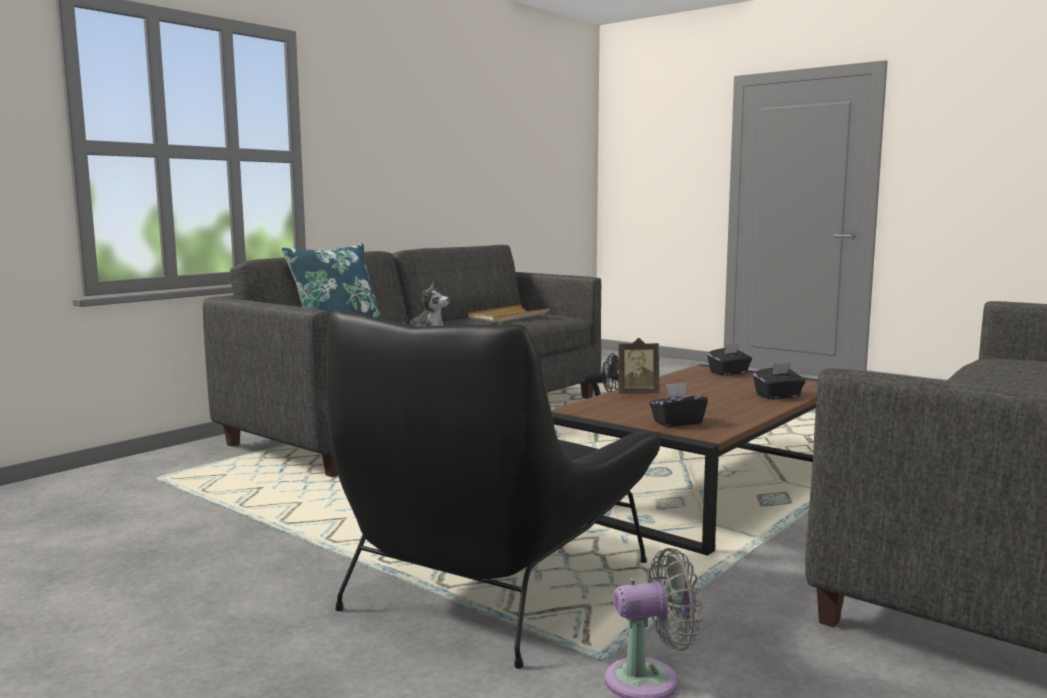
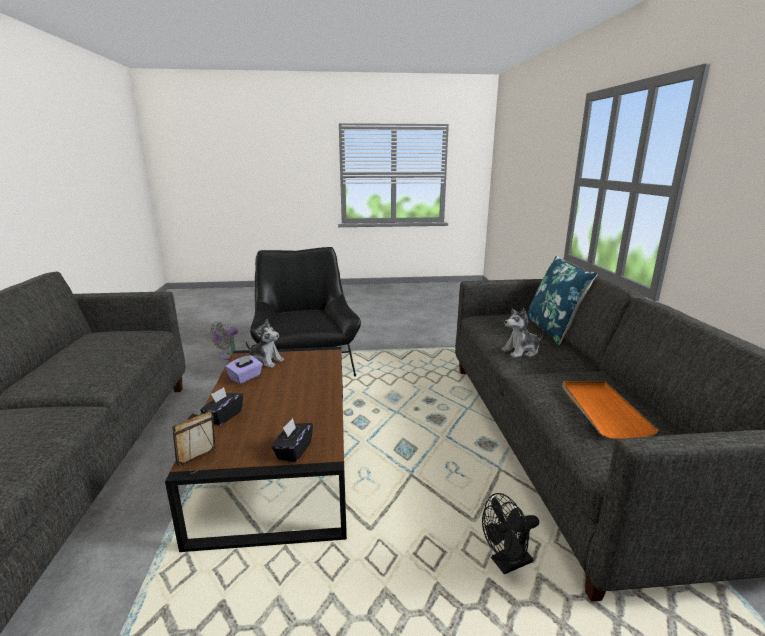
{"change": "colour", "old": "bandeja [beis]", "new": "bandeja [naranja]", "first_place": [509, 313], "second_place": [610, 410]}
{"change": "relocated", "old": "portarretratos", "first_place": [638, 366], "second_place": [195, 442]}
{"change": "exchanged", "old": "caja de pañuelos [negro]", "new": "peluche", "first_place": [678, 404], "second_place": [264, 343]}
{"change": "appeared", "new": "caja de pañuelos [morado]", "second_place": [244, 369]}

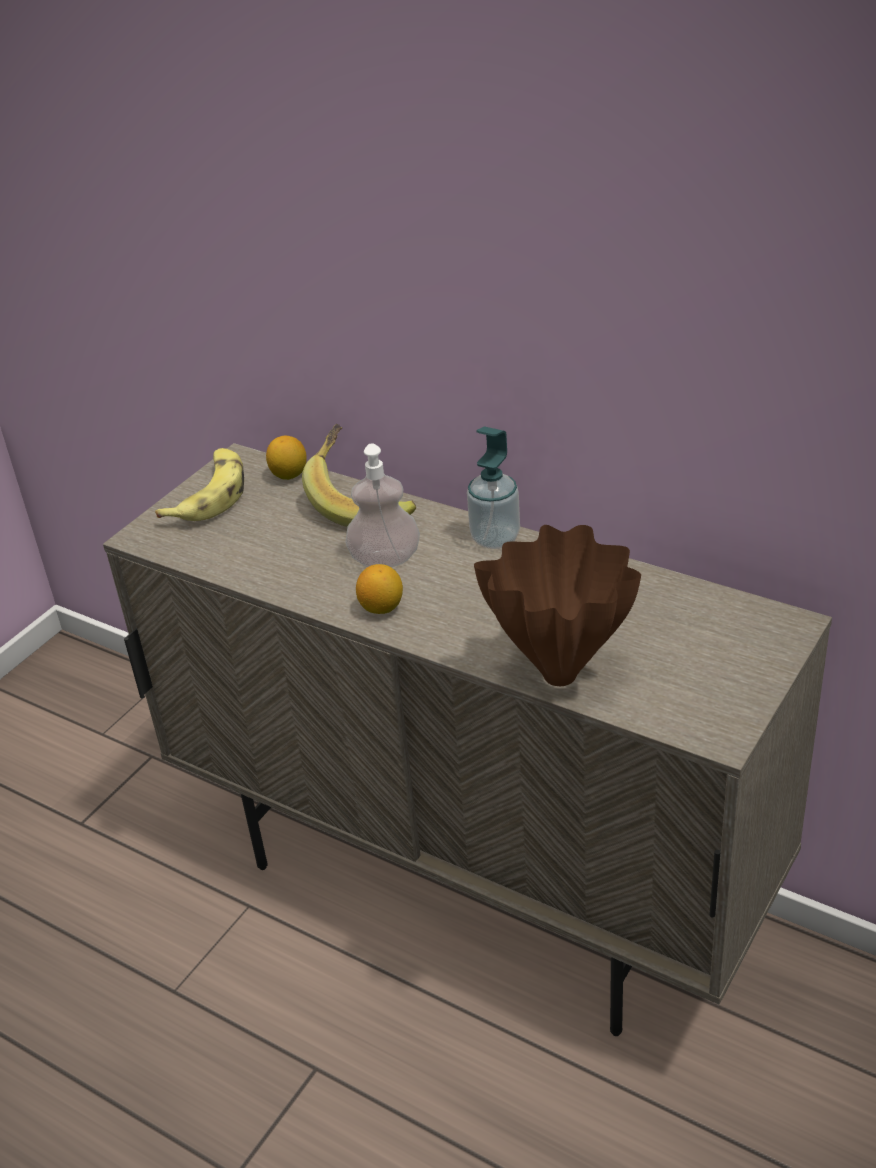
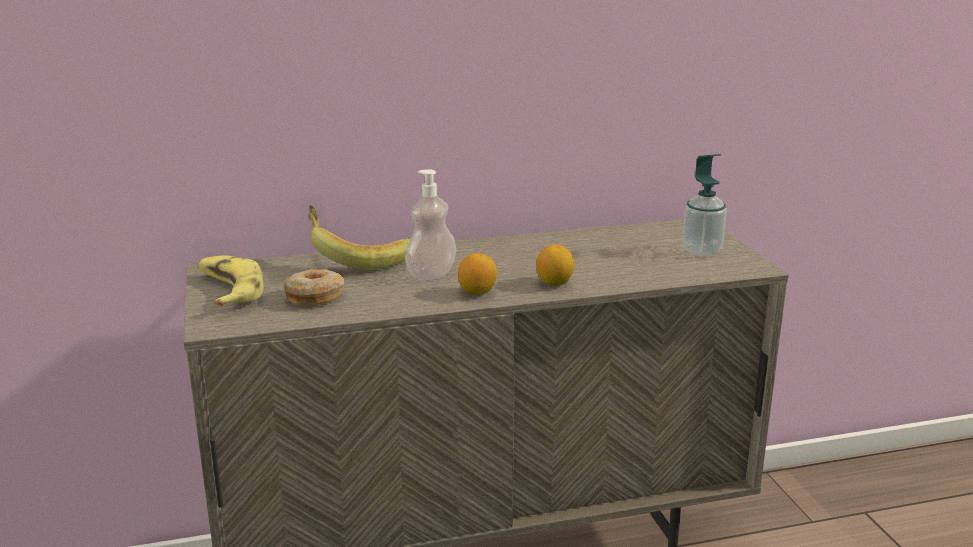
{"change": "relocated", "old": "limón", "first_place": [286, 458], "second_place": [555, 265]}
{"change": "relocated", "old": "dispensador de jabón", "first_place": [493, 488], "second_place": [705, 205]}
{"change": "missing", "old": "florero [marrón]", "first_place": [557, 605]}
{"change": "appeared", "new": "rosquilla", "second_place": [314, 287]}

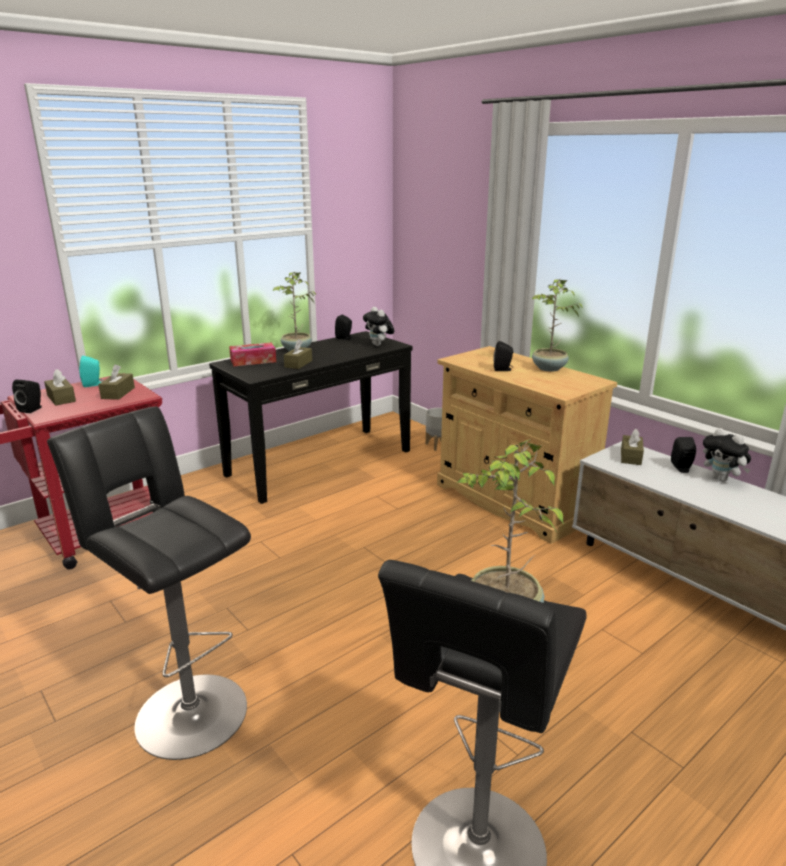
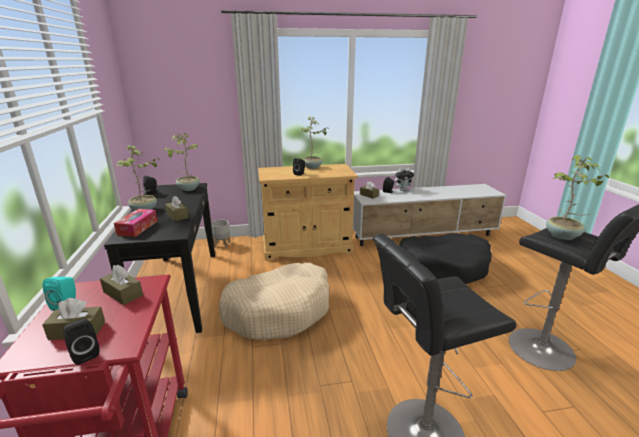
{"change": "exchanged", "old": "peluche", "new": "planta en maceta", "first_place": [378, 326], "second_place": [182, 162]}
{"change": "appeared", "new": "cama para perro [beis]", "second_place": [274, 301]}
{"change": "appeared", "new": "cama para perro [negro]", "second_place": [445, 258]}

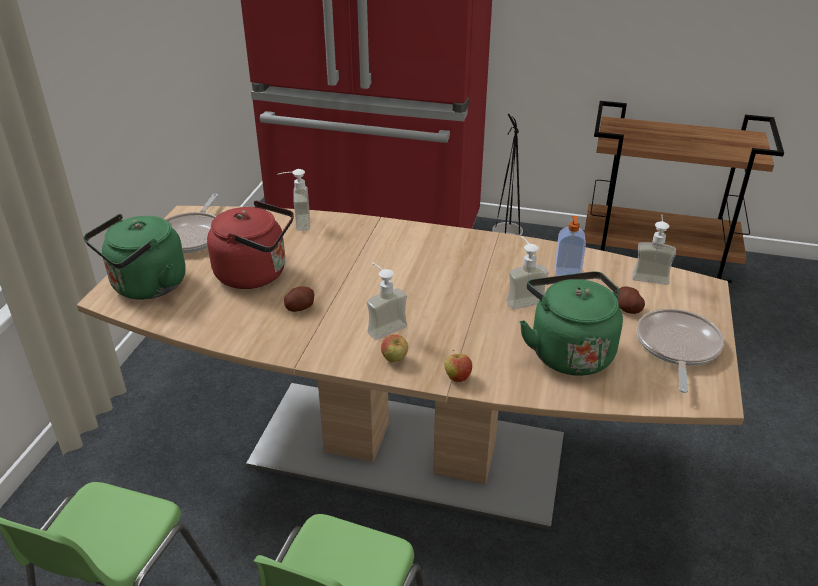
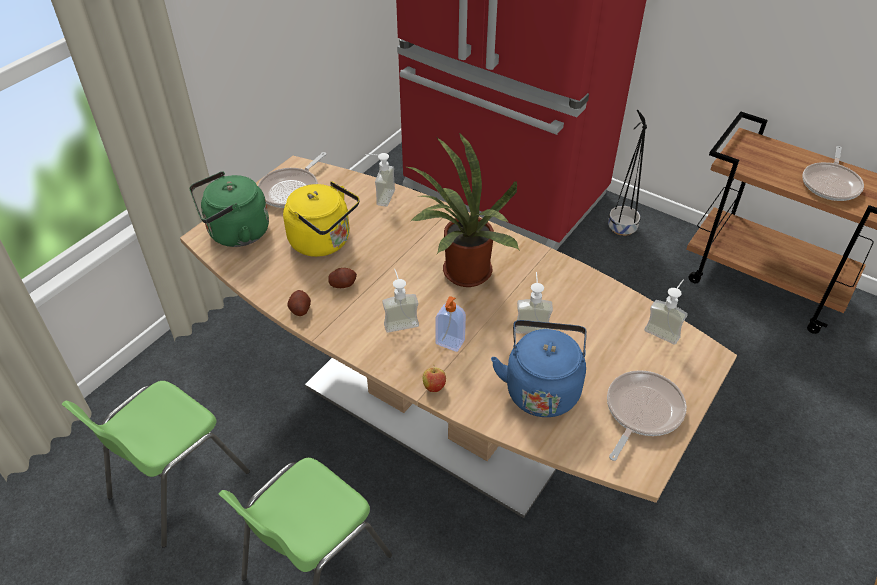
{"change": "colour", "old": "hervidor [rojo]", "new": "hervidor [amarillo]", "first_place": [250, 245], "second_place": [321, 219]}
{"change": "missing", "old": "manzana", "first_place": [394, 348]}
{"change": "colour", "old": "hervidor [verde]", "new": "hervidor [azul]", "first_place": [571, 324], "second_place": [539, 368]}
{"change": "relocated", "old": "dispensador de jabón", "first_place": [570, 246], "second_place": [450, 324]}
{"change": "relocated", "old": "patata", "first_place": [631, 300], "second_place": [299, 303]}
{"change": "appeared", "new": "planta en maceta", "second_place": [462, 209]}
{"change": "appeared", "new": "sartén", "second_place": [833, 173]}

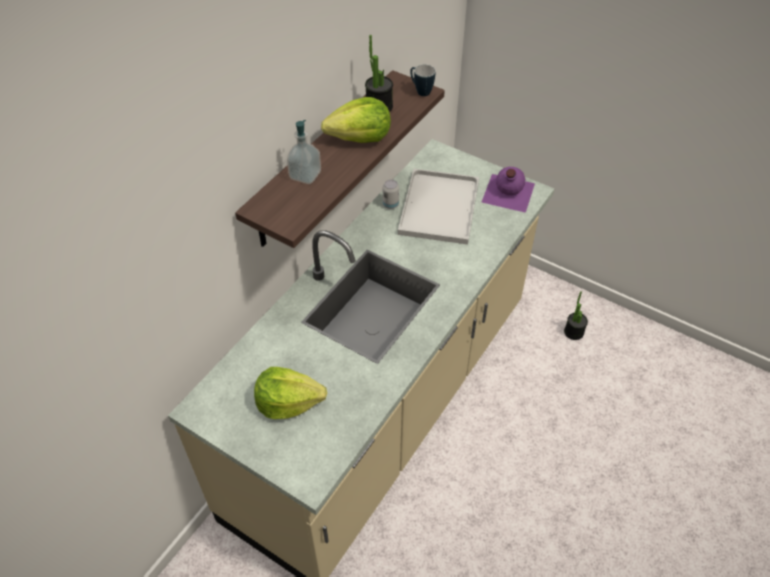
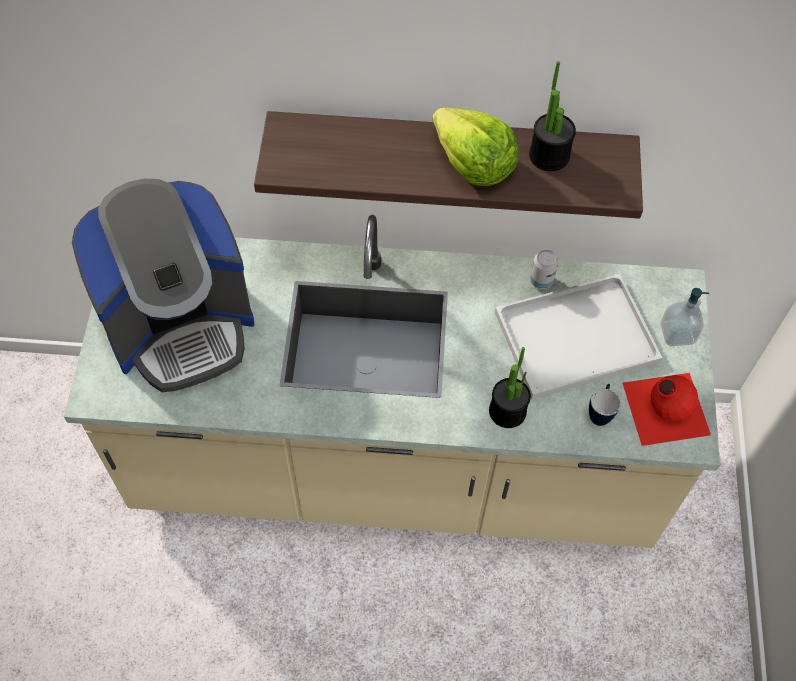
{"change": "exchanged", "old": "lechuga", "new": "cafetera", "first_place": [290, 393], "second_place": [163, 285]}
{"change": "relocated", "old": "dispensador de jabón", "first_place": [304, 152], "second_place": [685, 317]}
{"change": "relocated", "old": "taza grande", "first_place": [422, 80], "second_place": [605, 405]}
{"change": "colour", "old": "botella [morado]", "new": "botella [rojo]", "first_place": [508, 190], "second_place": [666, 409]}
{"change": "relocated", "old": "planta en maceta", "first_place": [576, 315], "second_place": [510, 387]}

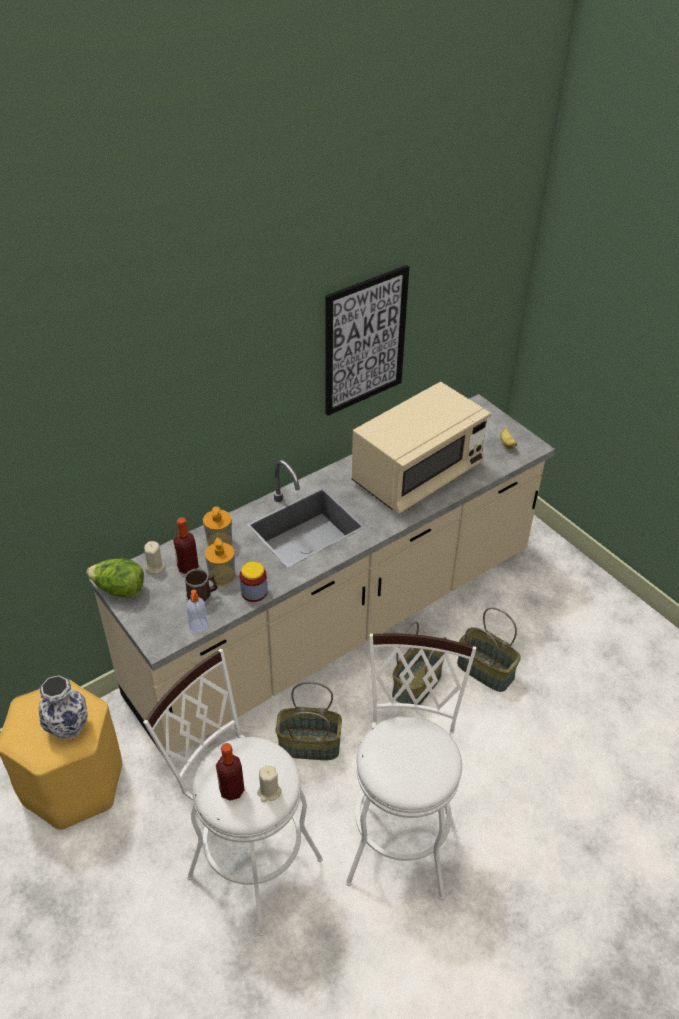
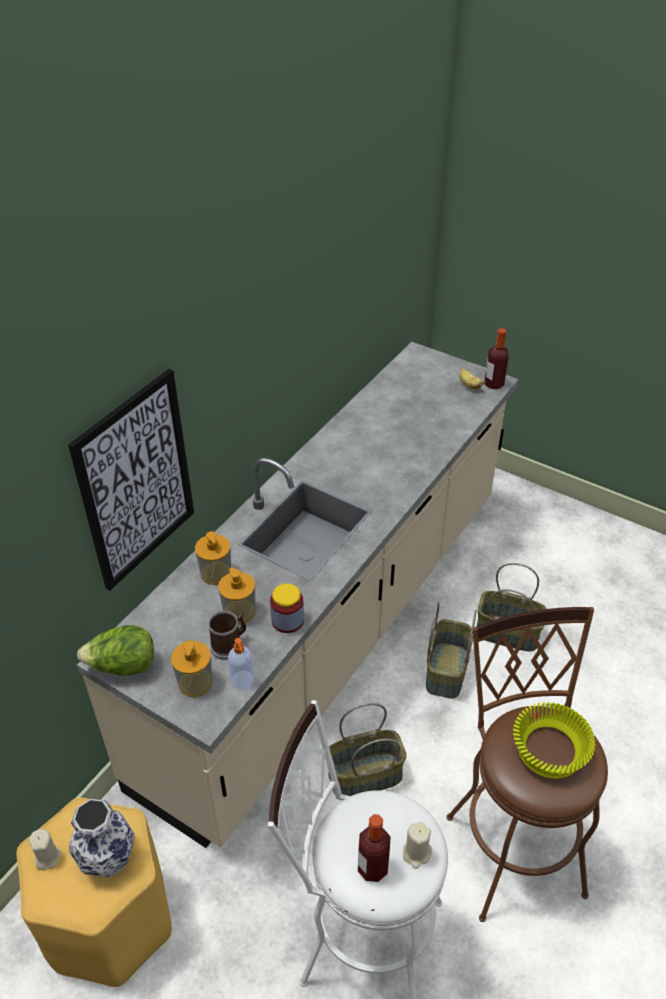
{"change": "relocated", "old": "vela [beis]", "first_place": [154, 557], "second_place": [45, 849]}
{"change": "relocated", "old": "botella", "first_place": [186, 545], "second_place": [496, 358]}
{"change": "relocated", "old": "cuadro", "first_place": [367, 340], "second_place": [131, 480]}
{"change": "colour", "old": "taburete [blanco]", "new": "taburete [marrón]", "first_place": [411, 766], "second_place": [527, 764]}
{"change": "missing", "old": "microondas [beis]", "first_place": [421, 448]}
{"change": "appeared", "new": "dispensador de jabón", "second_place": [192, 668]}
{"change": "appeared", "new": "cuenco [amarillo]", "second_place": [554, 740]}

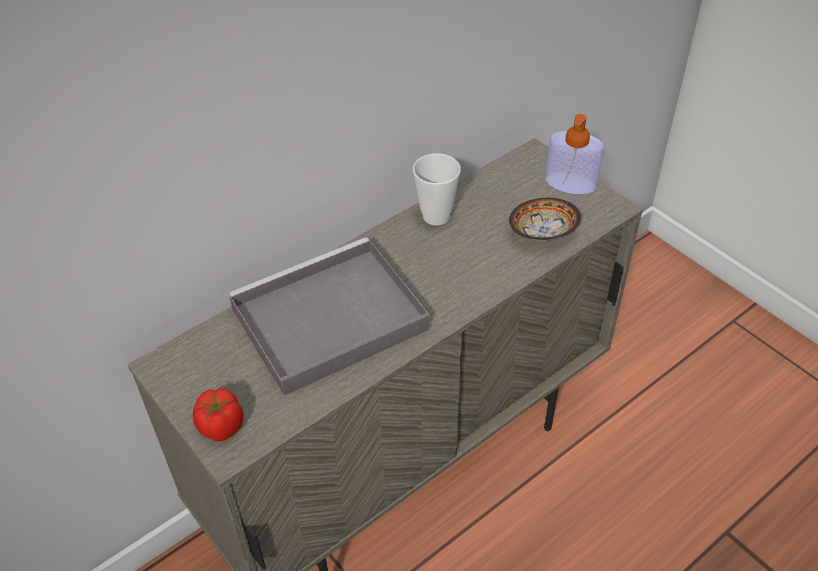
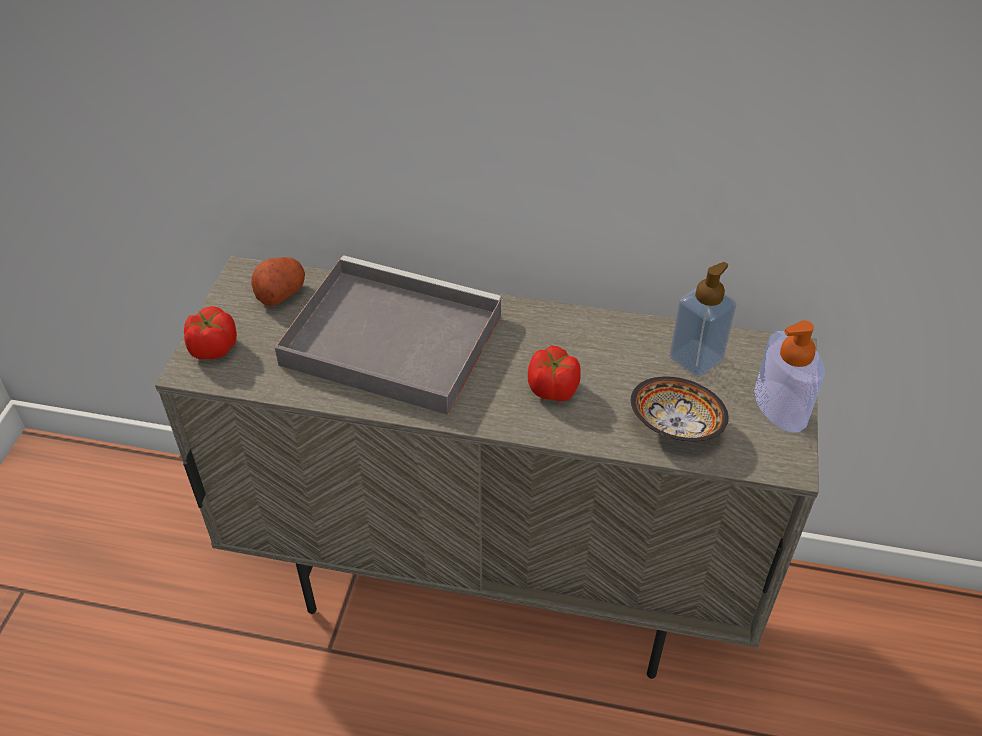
{"change": "missing", "old": "taza", "first_place": [437, 189]}
{"change": "appeared", "new": "patata", "second_place": [278, 281]}
{"change": "appeared", "new": "tomate", "second_place": [554, 374]}
{"change": "appeared", "new": "dispensador de jabón", "second_place": [703, 319]}

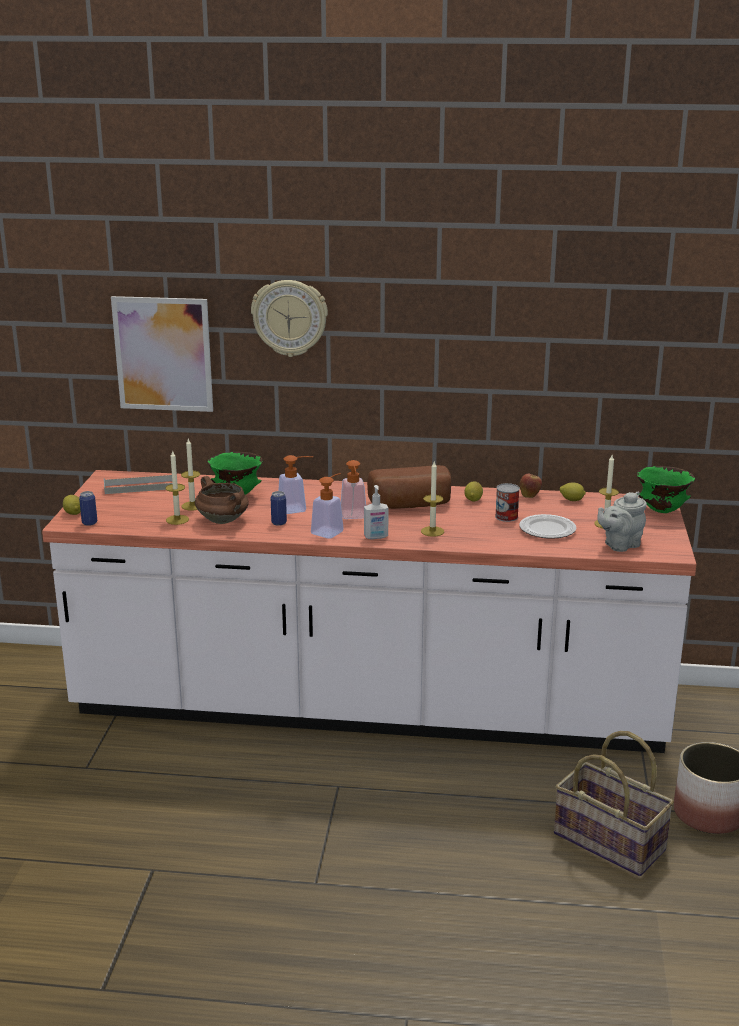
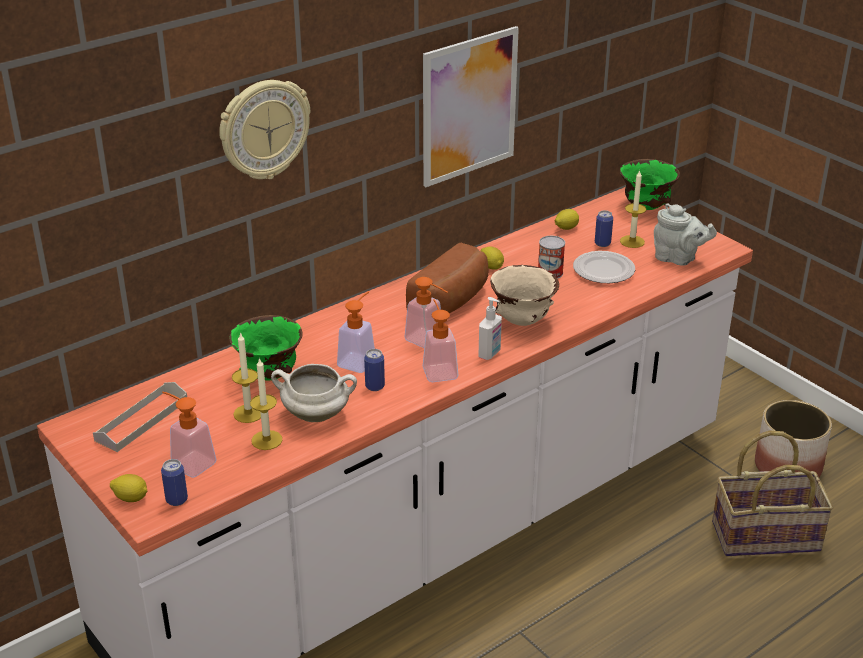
{"change": "relocated", "old": "cuadro", "first_place": [162, 354], "second_place": [471, 106]}
{"change": "colour", "old": "olla [marrón]", "new": "olla [blanco]", "first_place": [222, 500], "second_place": [314, 393]}
{"change": "exchanged", "old": "vela", "new": "cuenco [beis]", "first_place": [432, 499], "second_place": [524, 295]}
{"change": "missing", "old": "manzana", "first_place": [531, 484]}
{"change": "spun", "old": "tetera [gris]", "first_place": [622, 522], "second_place": [685, 235], "degrees": -75}
{"change": "appeared", "new": "dispensador de jabón", "second_place": [189, 434]}
{"change": "appeared", "new": "lata", "second_place": [604, 228]}

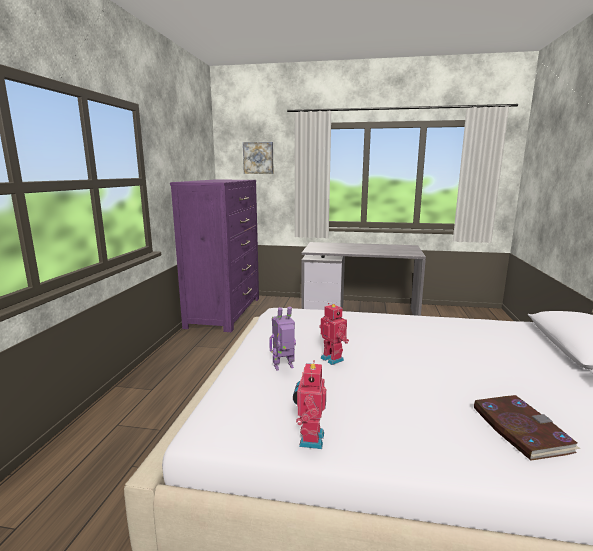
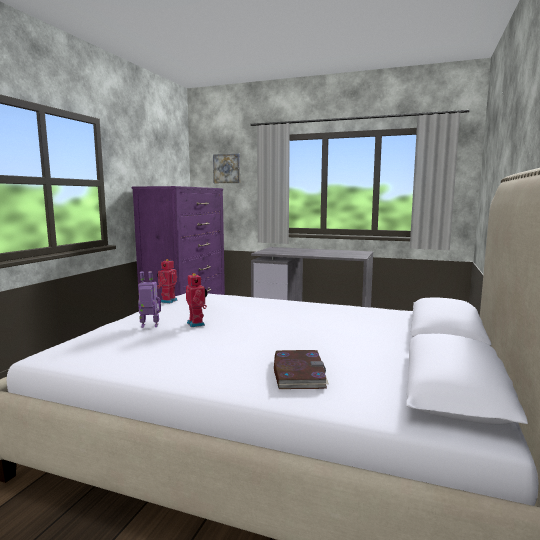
{"change": "relocated", "old": "robot de juguete", "first_place": [309, 404], "second_place": [167, 281]}

